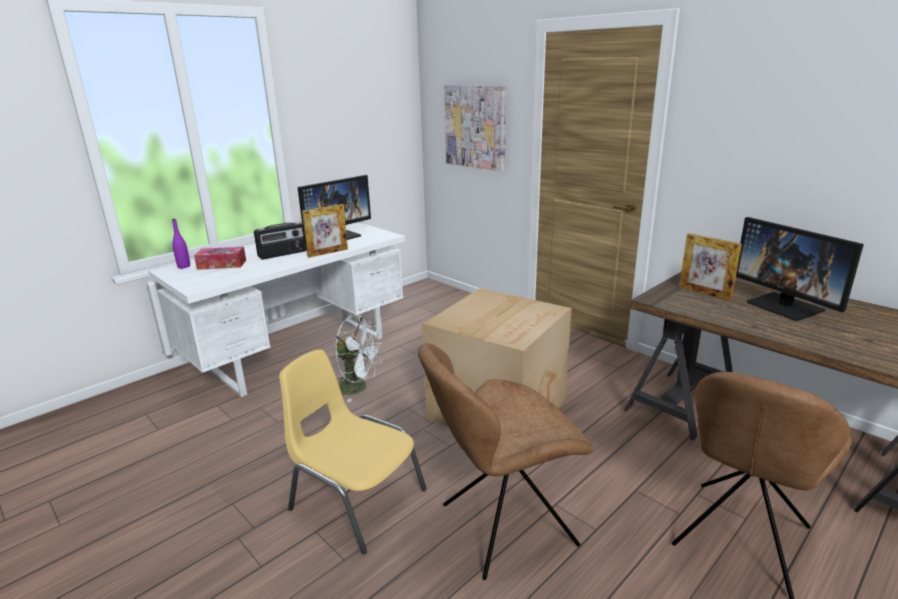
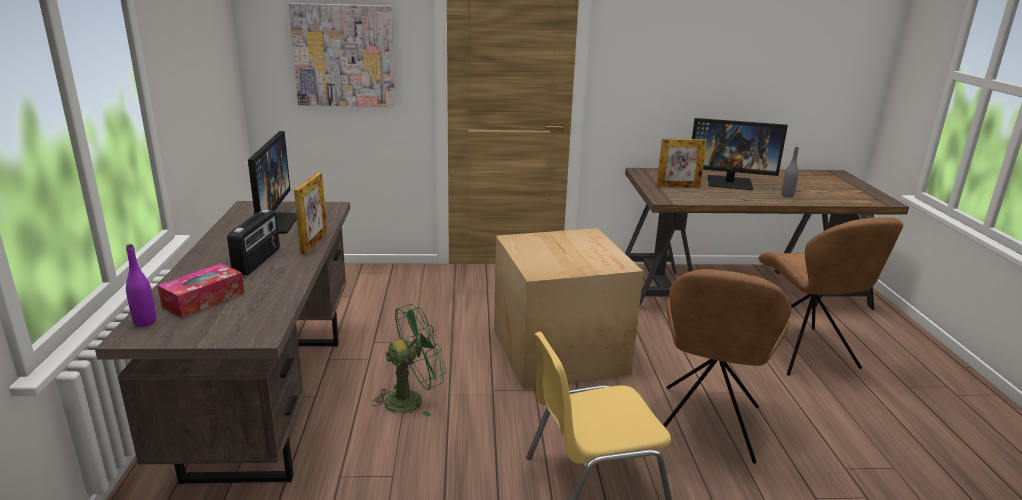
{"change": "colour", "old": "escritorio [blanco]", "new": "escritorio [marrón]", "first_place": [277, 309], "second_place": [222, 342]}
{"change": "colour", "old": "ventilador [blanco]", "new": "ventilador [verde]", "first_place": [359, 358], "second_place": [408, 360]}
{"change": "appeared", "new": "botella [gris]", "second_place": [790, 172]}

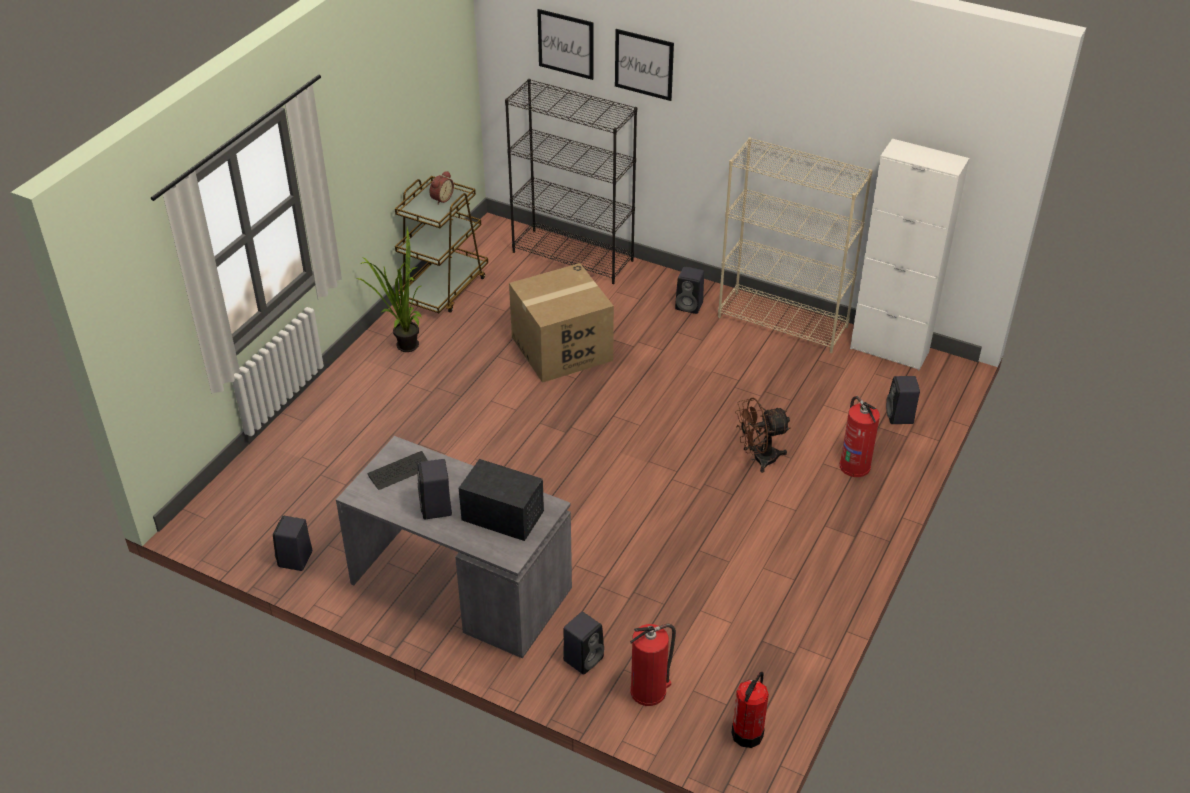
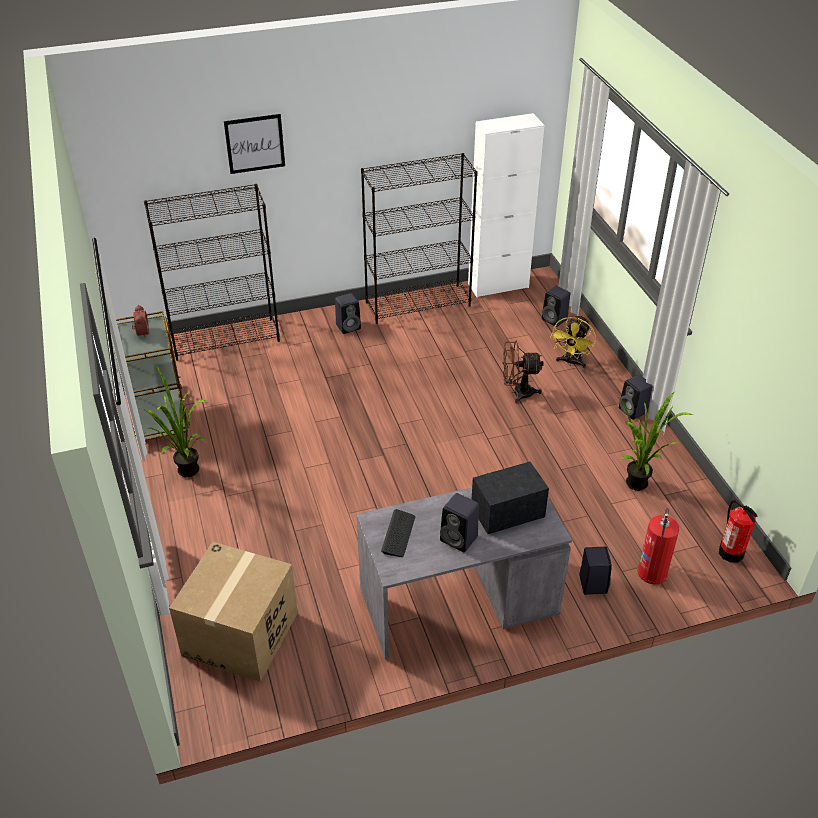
{"change": "relocated", "old": "altavoz [negro]", "first_place": [292, 543], "second_place": [636, 397]}
{"change": "relocated", "old": "caja de cartón", "first_place": [561, 323], "second_place": [233, 612]}
{"change": "missing", "old": "cuadro", "first_place": [565, 44]}
{"change": "colour", "old": "estantería [beis]", "new": "estantería [negro]", "first_place": [795, 245], "second_place": [419, 238]}
{"change": "spun", "old": "ventilador [marrón]", "first_place": [762, 435], "second_place": [523, 371], "degrees": 60}
{"change": "exchanged", "old": "extintor", "new": "ventilador [amarillo]", "first_place": [860, 436], "second_place": [573, 341]}
{"change": "appeared", "new": "planta en maceta", "second_place": [655, 441]}

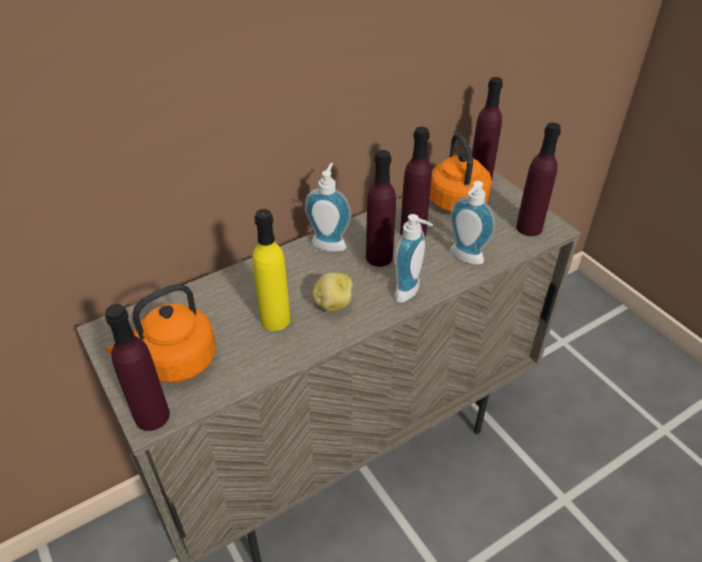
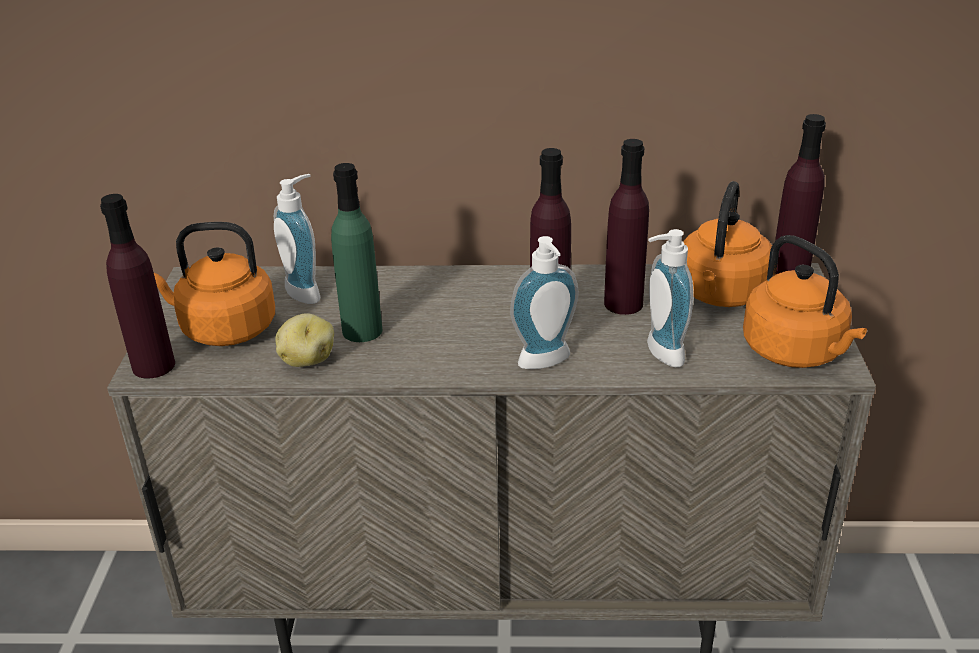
{"change": "colour", "old": "botella [amarillo]", "new": "botella [verde]", "first_place": [271, 270], "second_place": [356, 252]}
{"change": "relocated", "old": "dispensador de jabón", "first_place": [328, 207], "second_place": [297, 239]}
{"change": "relocated", "old": "patata", "first_place": [332, 292], "second_place": [304, 340]}
{"change": "exchanged", "old": "botella [morado]", "new": "hervidor [naranja]", "first_place": [538, 179], "second_place": [805, 301]}

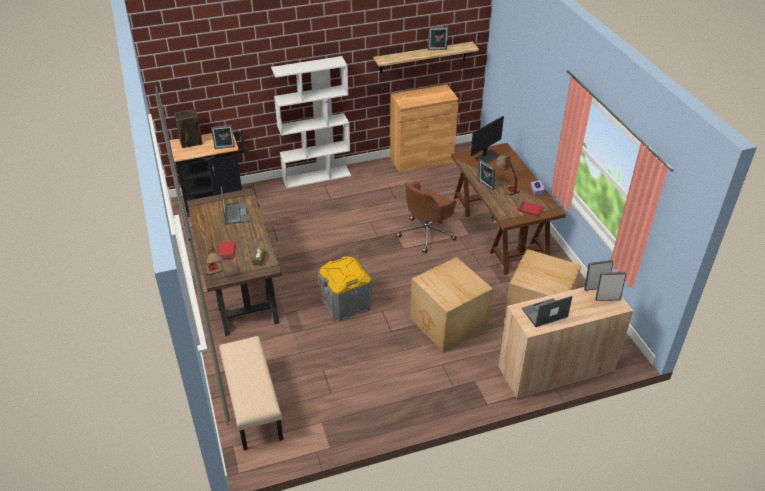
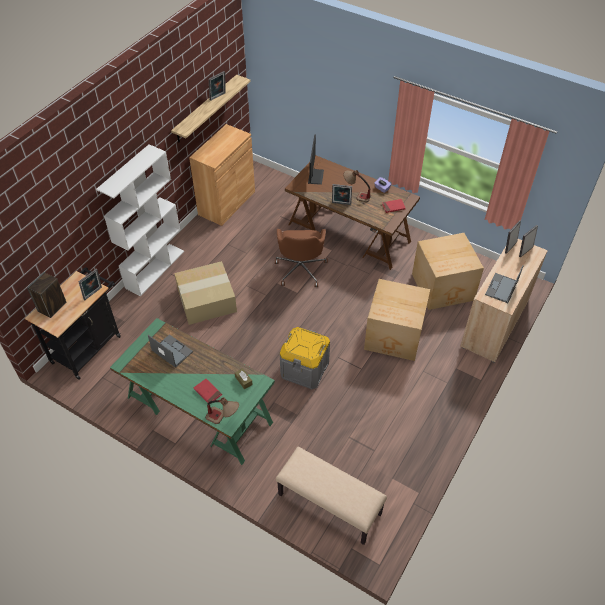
{"change": "colour", "old": "escritorio [marrón]", "new": "escritorio [verde]", "first_place": [234, 262], "second_place": [192, 391]}
{"change": "appeared", "new": "caja de cartón", "second_place": [205, 293]}

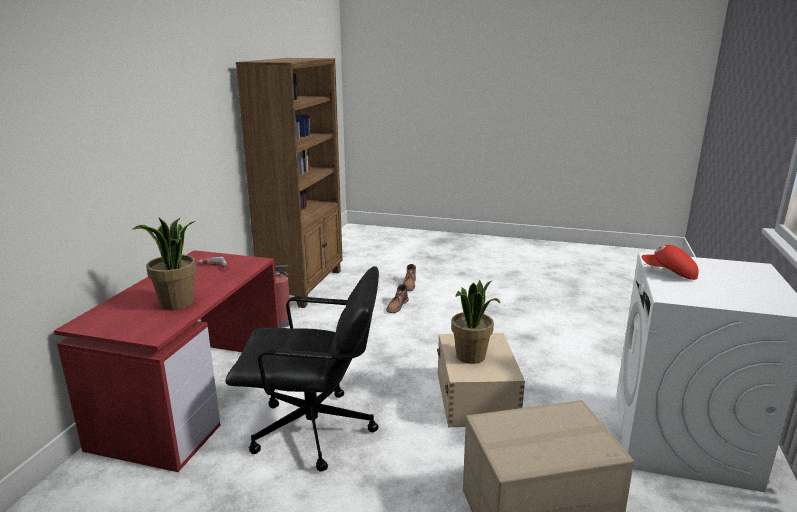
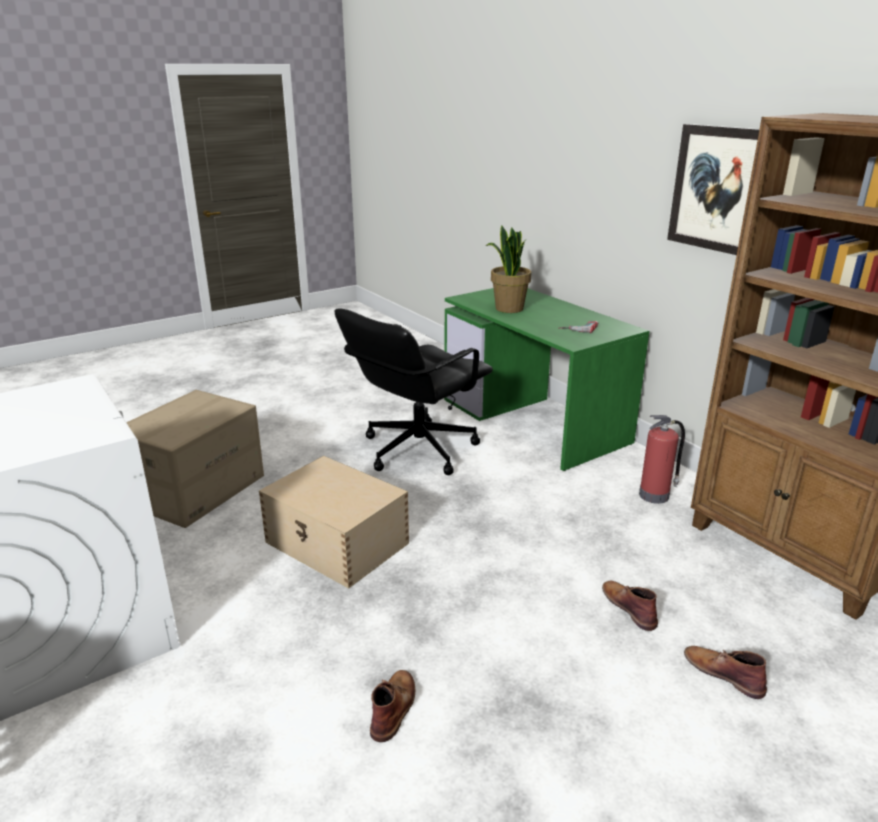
{"change": "colour", "old": "escritorio [rojo]", "new": "escritorio [verde]", "first_place": [166, 361], "second_place": [546, 379]}
{"change": "missing", "old": "planta en maceta", "first_place": [475, 321]}
{"change": "missing", "old": "gorra [rojo]", "first_place": [670, 262]}
{"change": "appeared", "new": "bota [marrón]", "second_place": [392, 706]}
{"change": "appeared", "new": "cuadro", "second_place": [713, 189]}

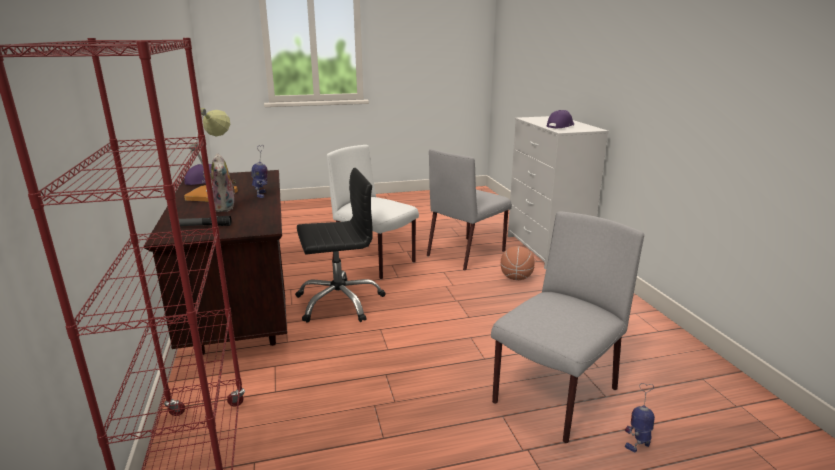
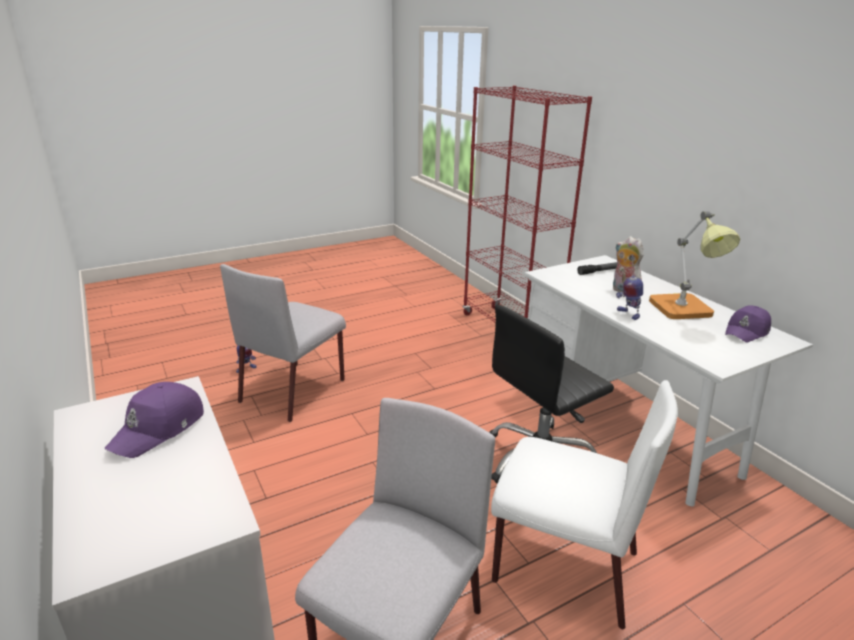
{"change": "colour", "old": "escritorio [marrón]", "new": "escritorio [blanco]", "first_place": [215, 262], "second_place": [669, 380]}
{"change": "missing", "old": "balón de baloncesto", "first_place": [518, 263]}

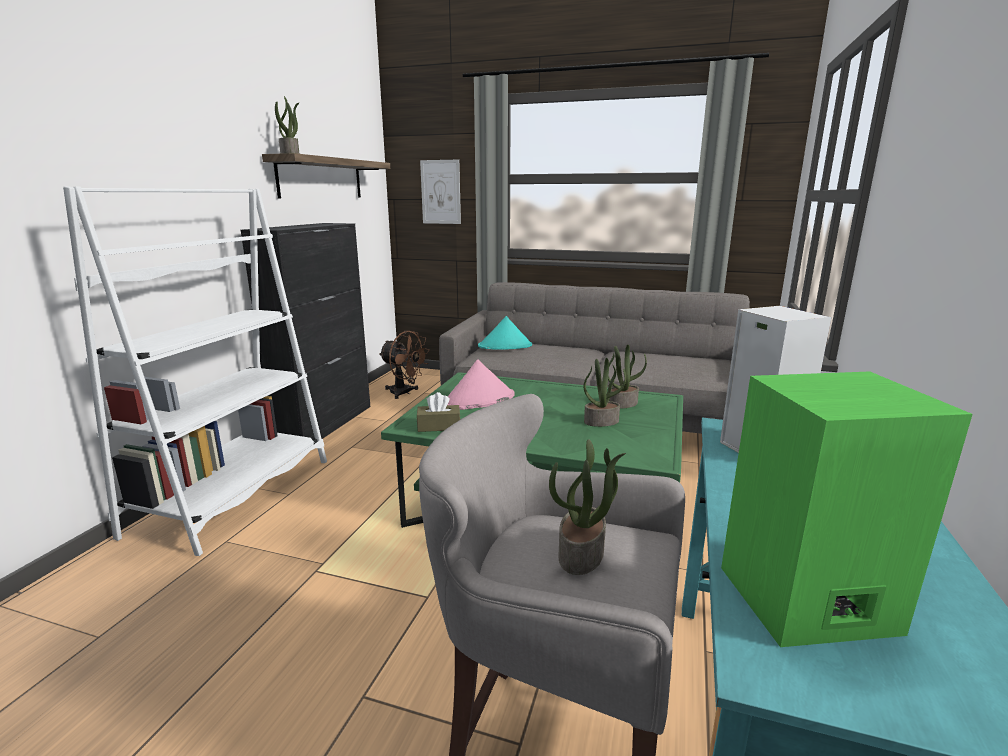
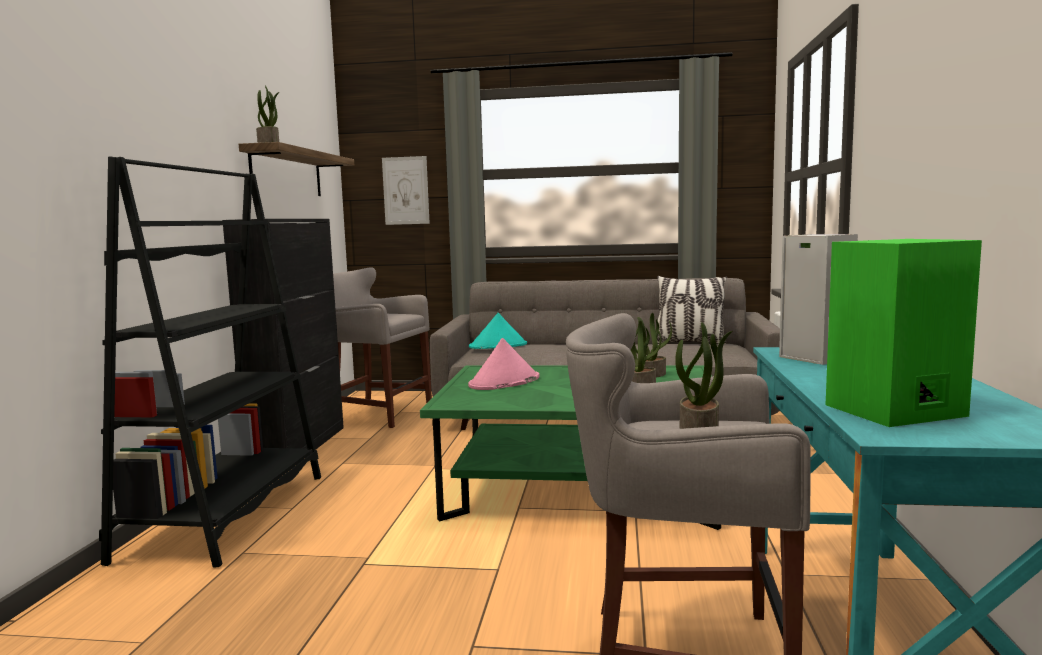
{"change": "colour", "old": "estantería [blanco]", "new": "estantería [negro]", "first_place": [195, 371], "second_place": [210, 362]}
{"change": "exchanged", "old": "ventilador [marrón]", "new": "taburete [gris]", "first_place": [404, 365], "second_place": [382, 347]}
{"change": "missing", "old": "caja de pañuelos [marrón]", "first_place": [438, 412]}
{"change": "appeared", "new": "cojín", "second_place": [692, 310]}

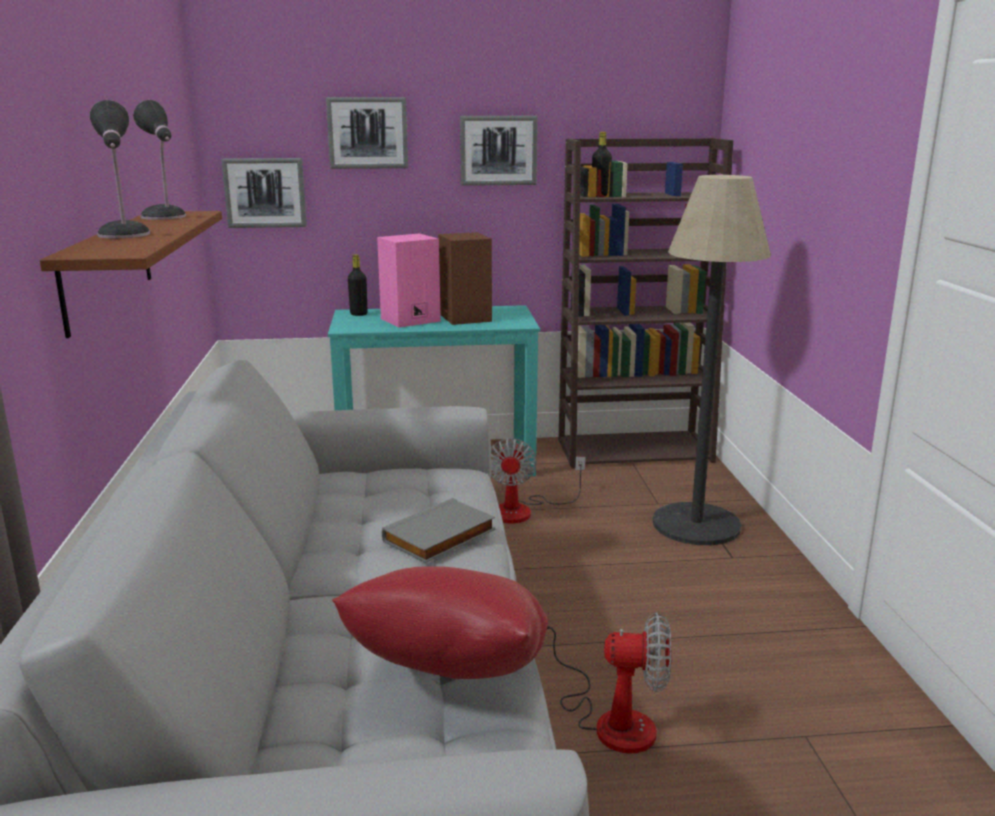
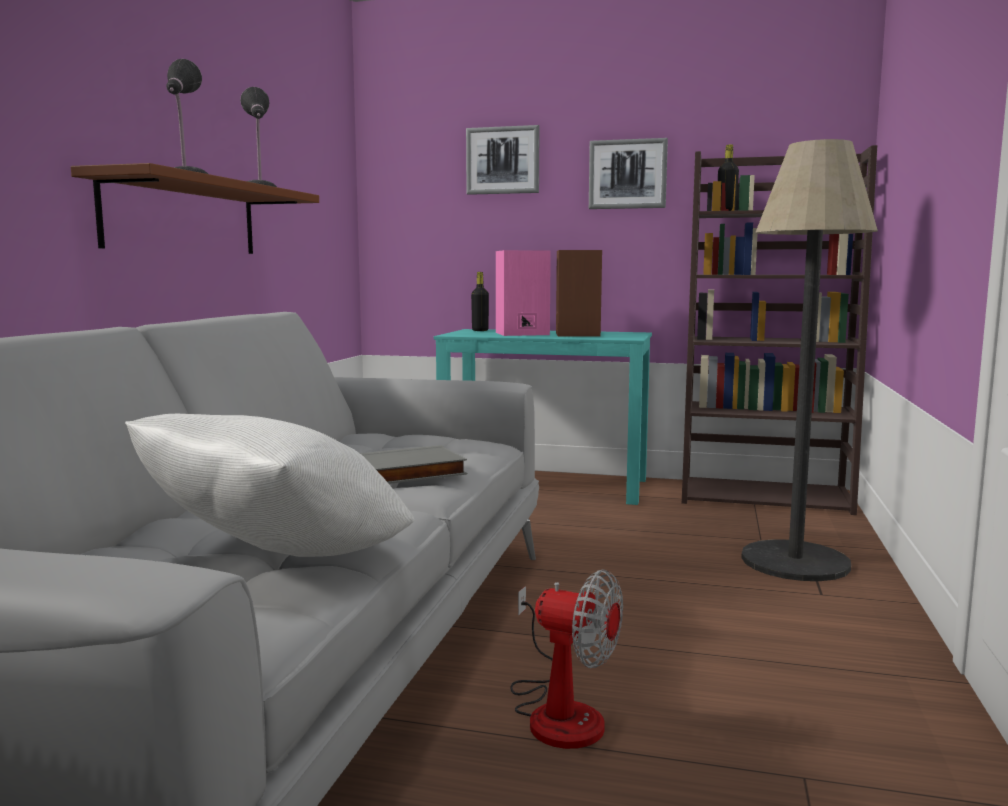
{"change": "missing", "old": "cuadro", "first_place": [264, 193]}
{"change": "colour", "old": "cojín [rojo]", "new": "cojín [blanco]", "first_place": [440, 622], "second_place": [269, 485]}
{"change": "missing", "old": "ventilador", "first_place": [538, 480]}

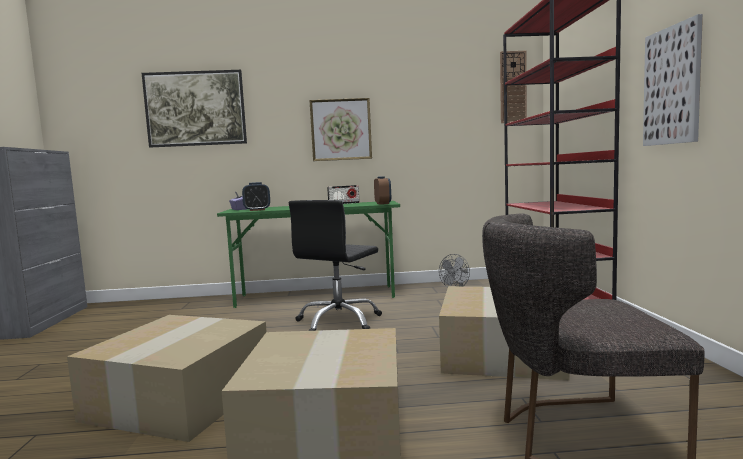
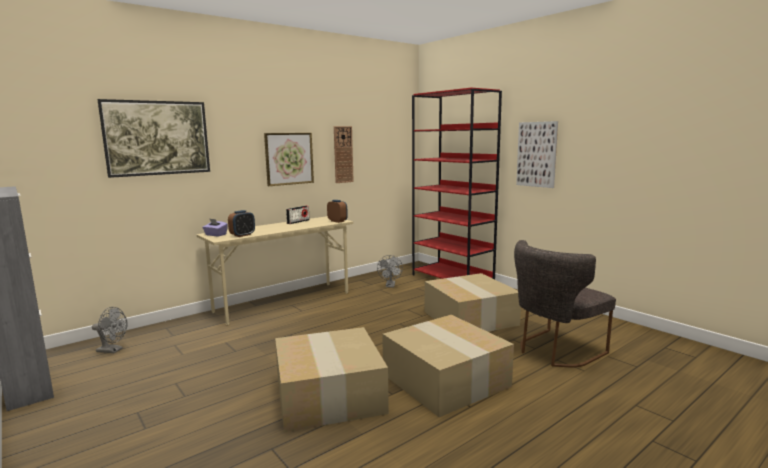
{"change": "colour", "old": "escritorio [verde]", "new": "escritorio [beis]", "first_place": [308, 254], "second_place": [275, 270]}
{"change": "missing", "old": "silla de oficina [negro]", "first_place": [335, 265]}
{"change": "relocated", "old": "reloj de pared", "first_place": [513, 87], "second_place": [344, 154]}
{"change": "appeared", "new": "ventilador [gris]", "second_place": [109, 330]}

